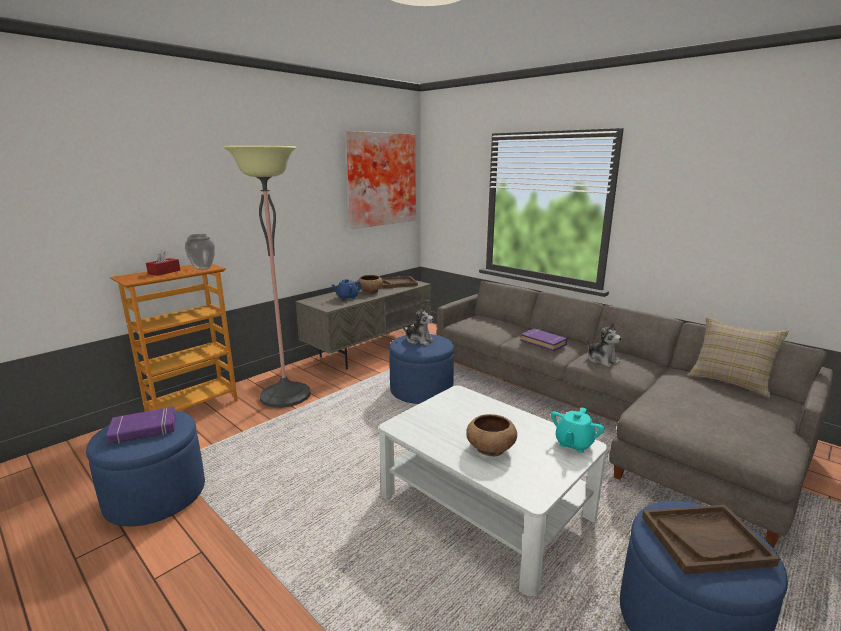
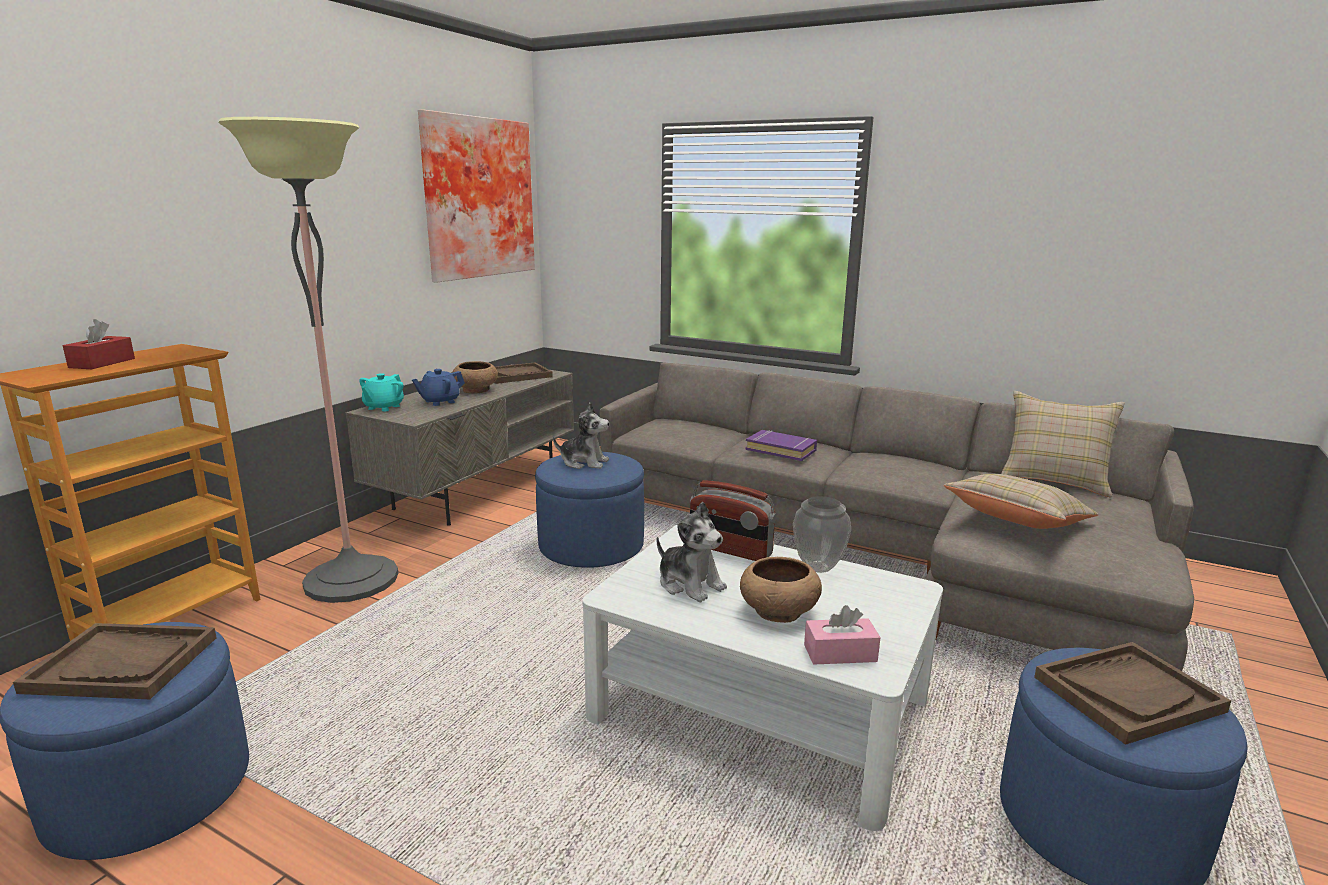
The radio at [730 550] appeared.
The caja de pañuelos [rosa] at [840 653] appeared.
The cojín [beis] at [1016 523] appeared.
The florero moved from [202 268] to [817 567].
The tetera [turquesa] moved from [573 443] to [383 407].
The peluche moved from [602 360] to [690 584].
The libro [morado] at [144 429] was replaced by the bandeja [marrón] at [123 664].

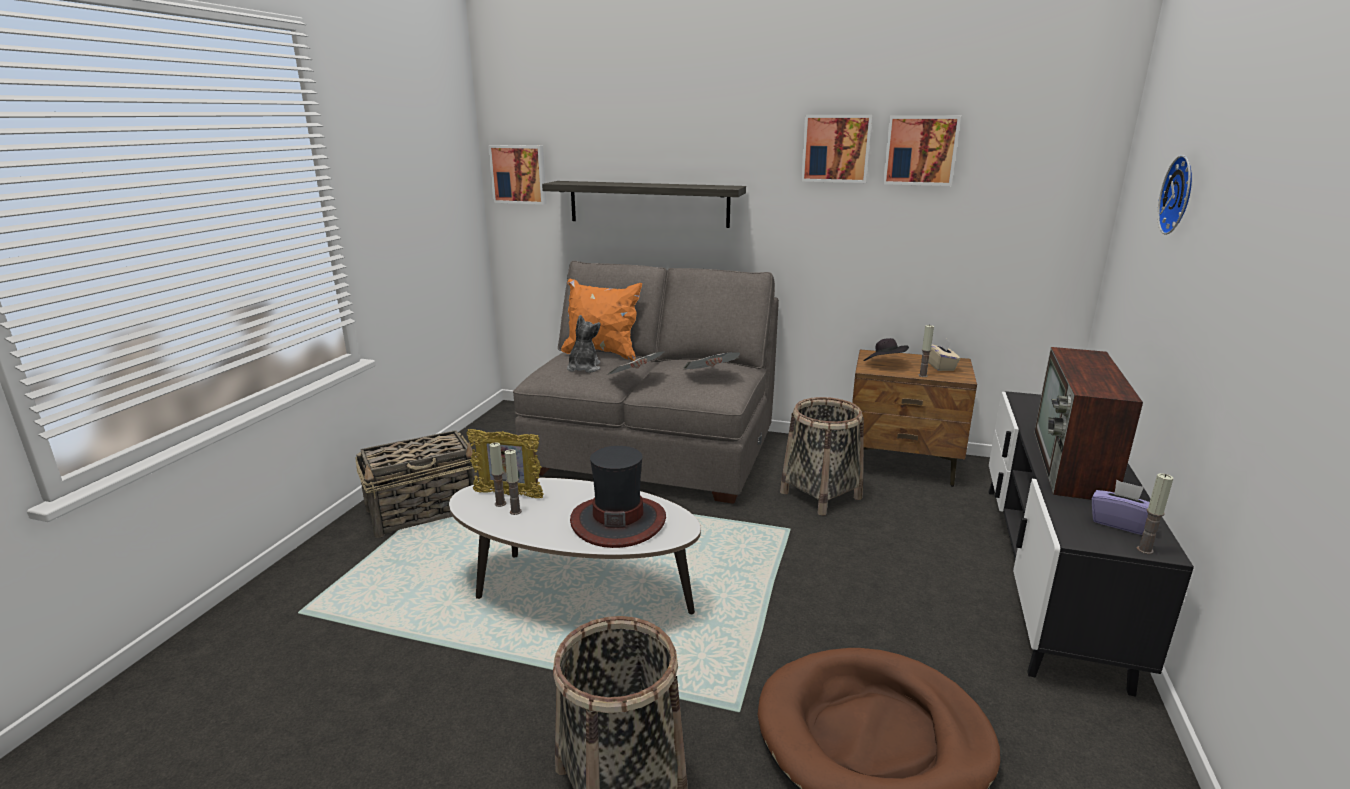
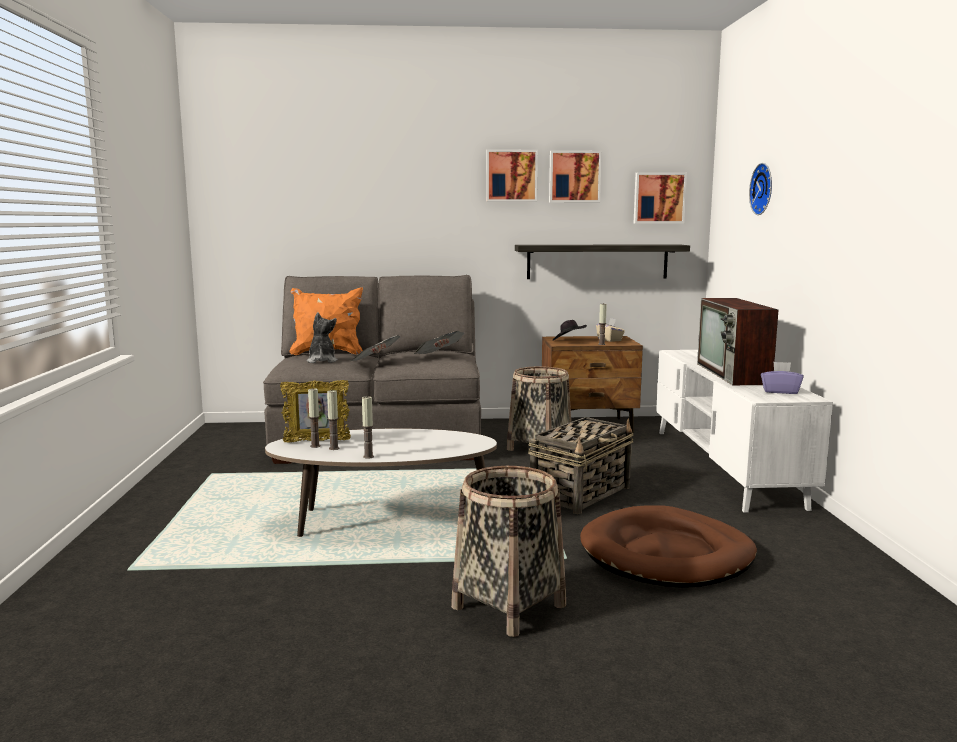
The sombrero at [618 521] disappeared.
The cesta moved from [425 510] to [581 493].
The cuadro moved from [519 174] to [659 198].
The estante moved from [648 203] to [597 261].
The vela moved from [1145 550] to [368 456].
The mueble de televisión [negro] at [1047 572] became the mueble de televisión [blanco] at [724 466].

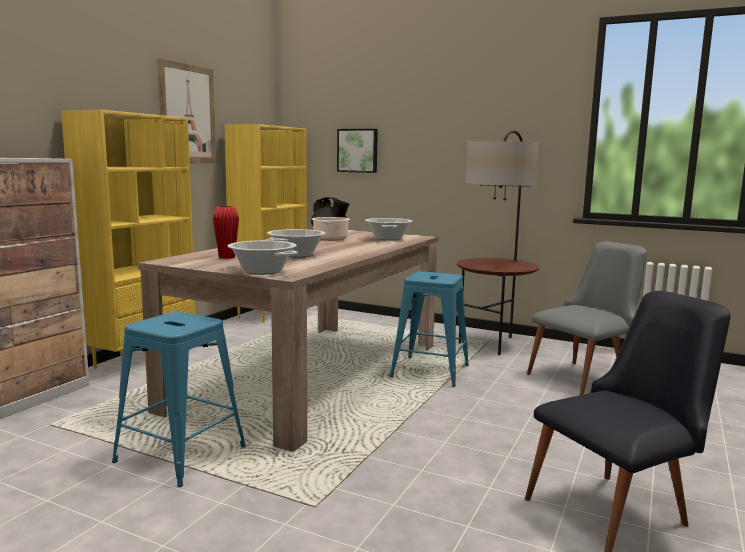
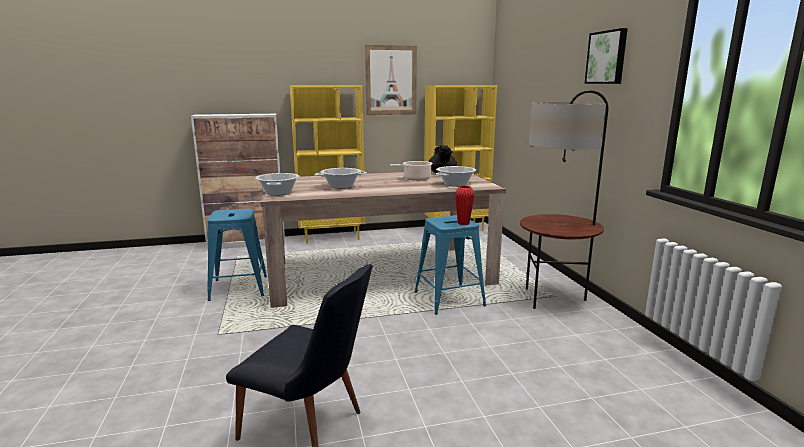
The silla [gris] at [584 376] disappeared.
The florero [rojo] moved from [227 257] to [463 223].
The cuadro moved from [358 150] to [607 57].

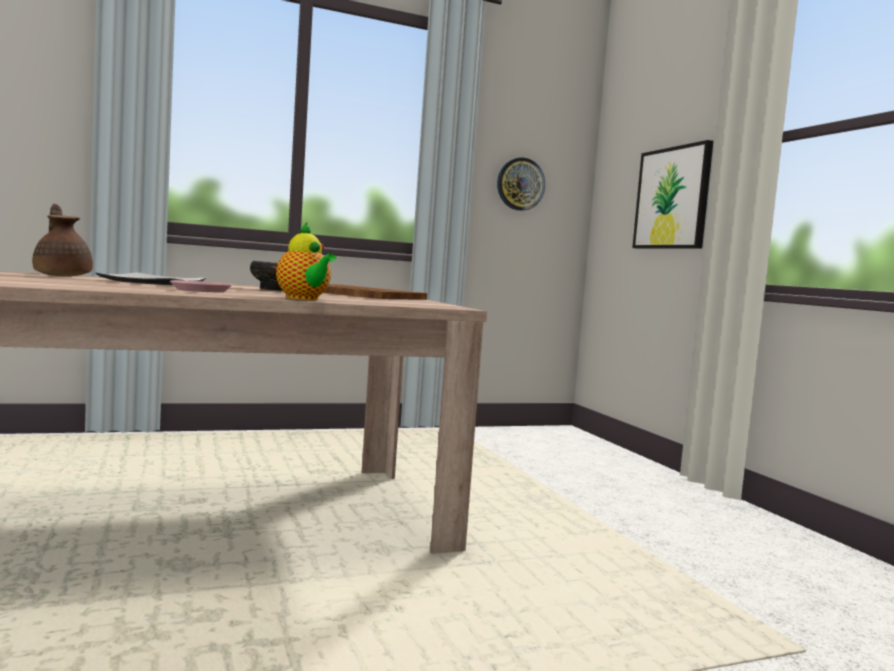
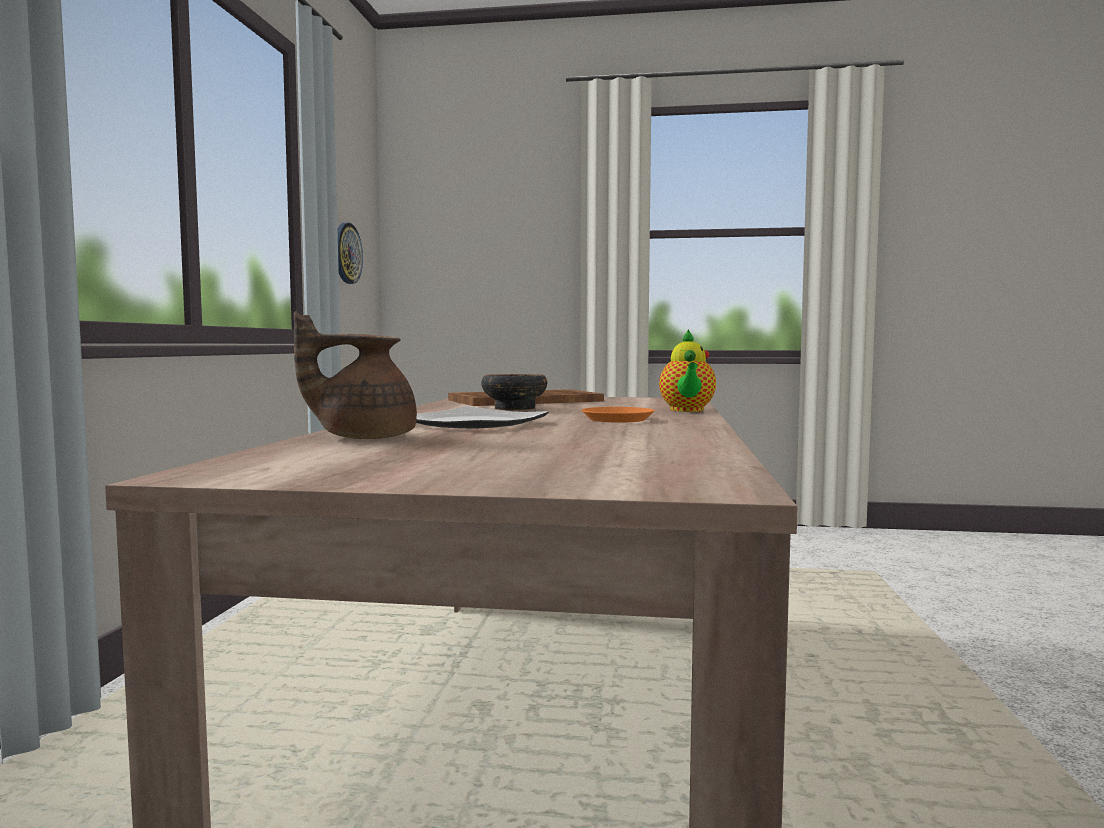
The cuadro at [672 198] disappeared.
The plato [rosa] at [201 290] became the plato [naranja] at [617 419].
The tetera at [304 299] turned 105 degrees clockwise.

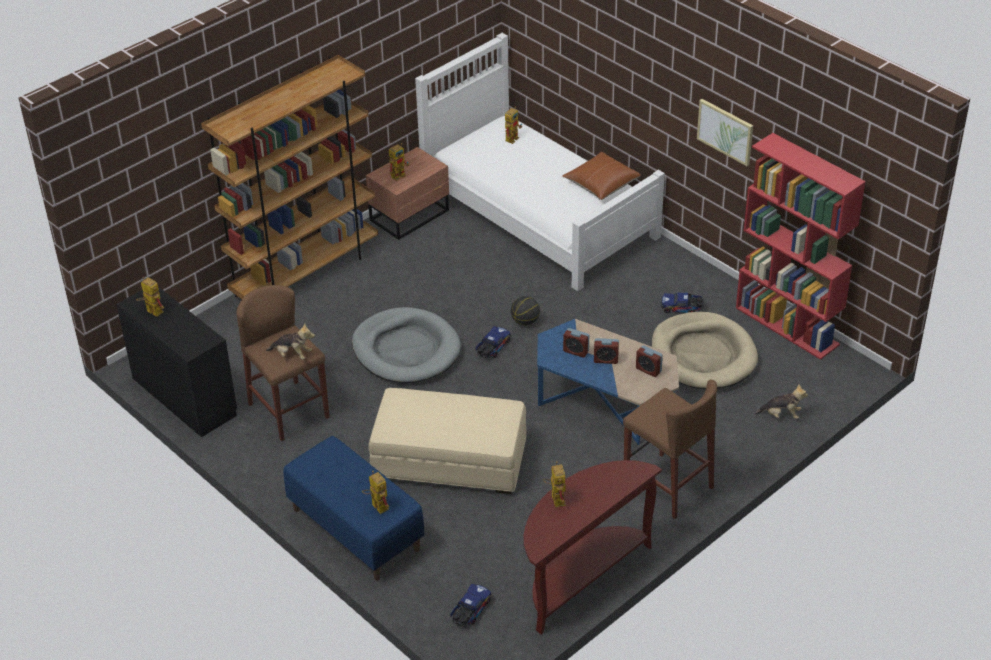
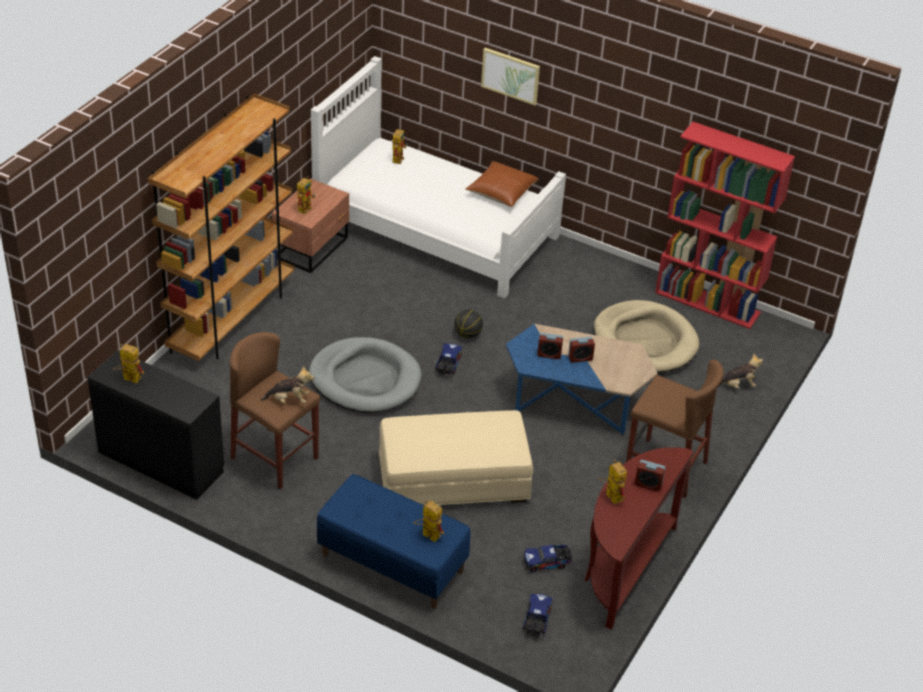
The despertador moved from [648 370] to [648 484].
The camión de juguete moved from [682 308] to [548 562].
The cuadro moved from [725 131] to [510 75].

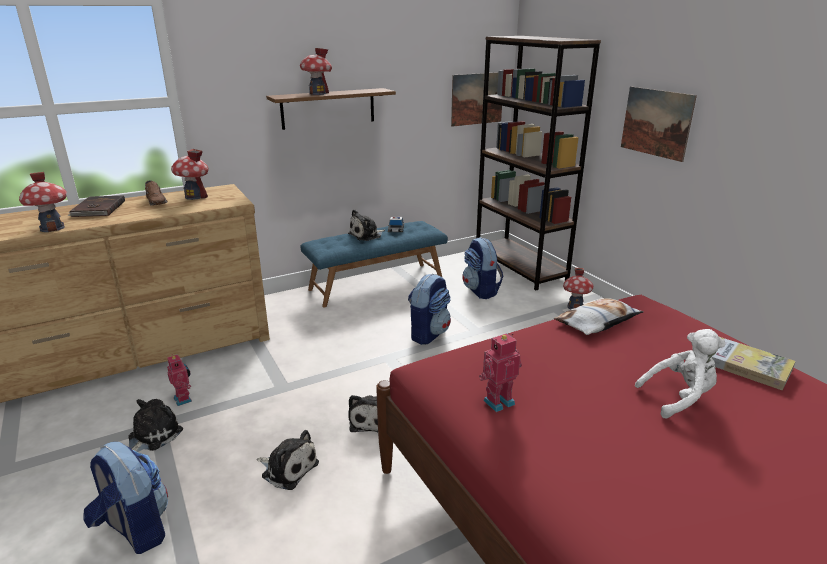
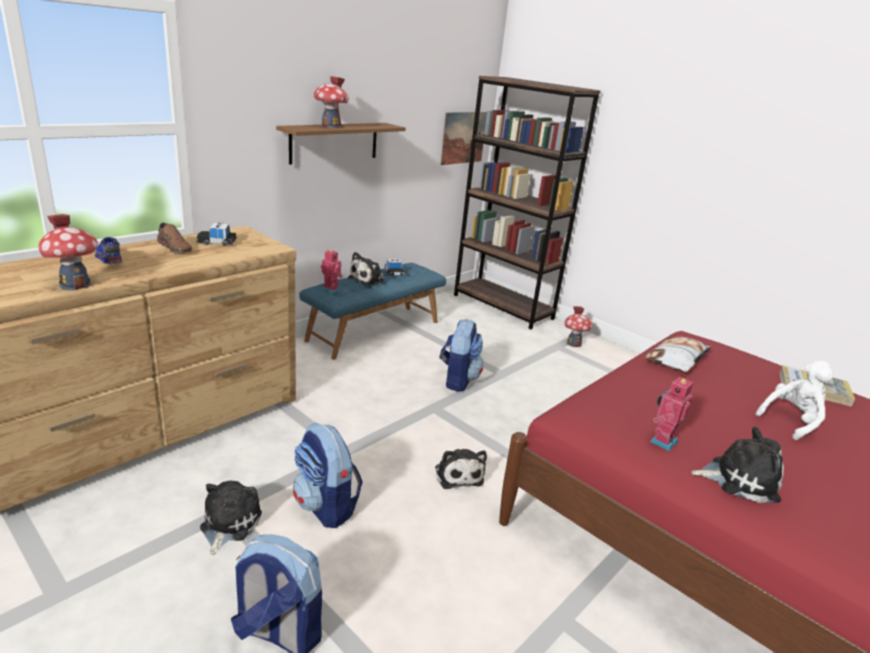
The cuadro at [656 123] disappeared.
The robot de juguete moved from [184 399] to [331 290].
The peluche moved from [288 468] to [739 479].
The mochila moved from [481 291] to [326 506].
The libro [marrón] at [98 209] was replaced by the zapato [azul] at [108 258].
The casita at [194 196] was replaced by the coche de juguete at [216 241].

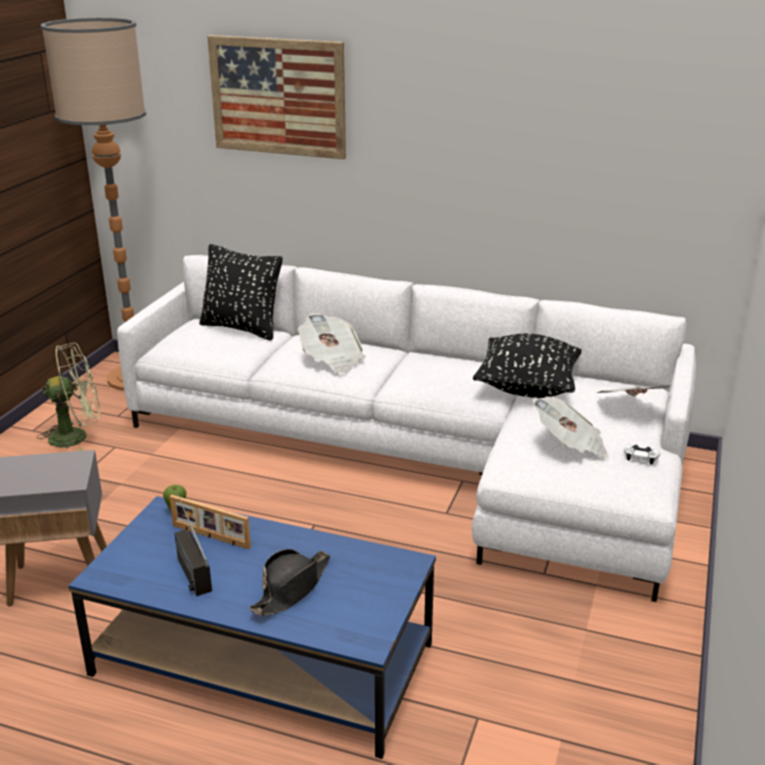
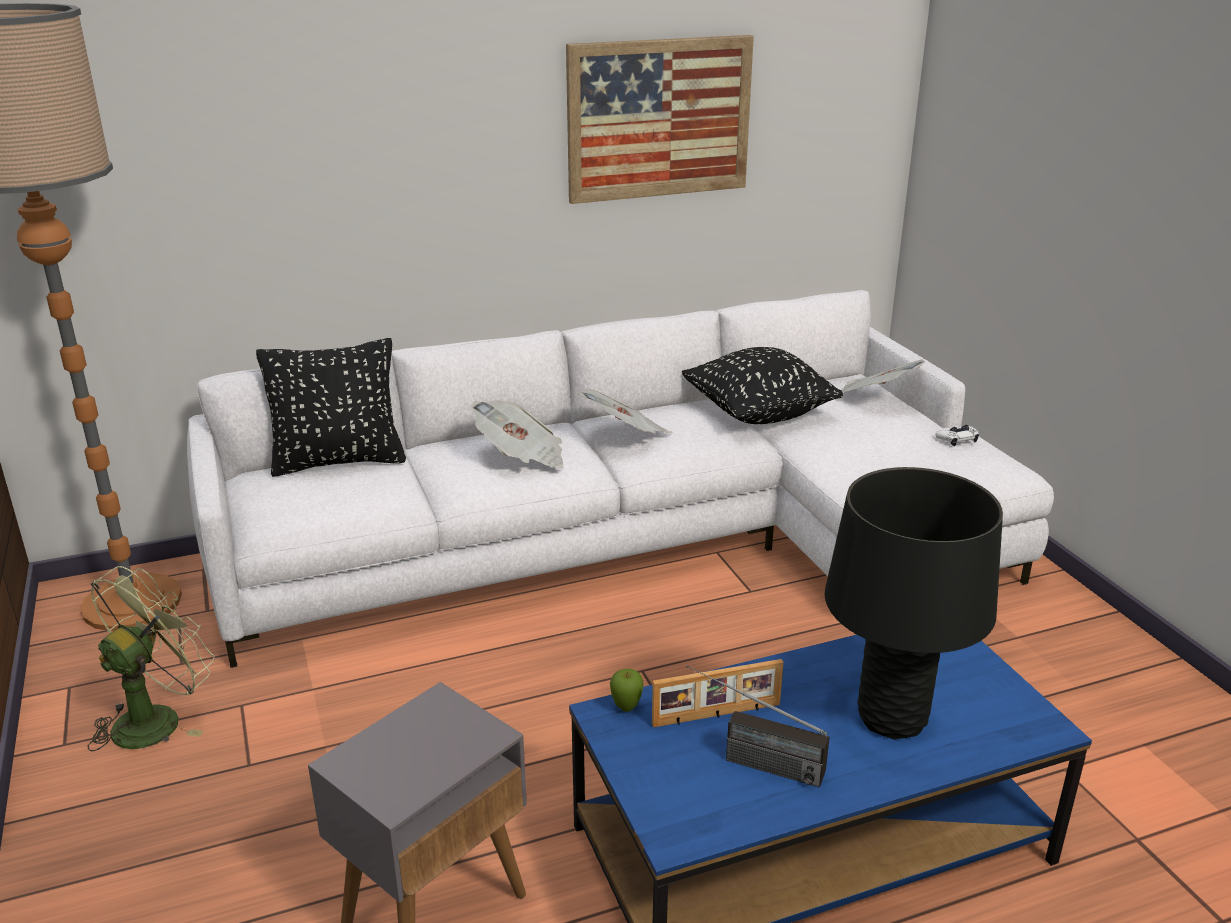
The cuadro moved from [278 97] to [659 119].
The periódico moved from [570 445] to [625 435].
The sombrero [negro] at [292 588] was replaced by the lámpara de mesa [negro] at [892 719].

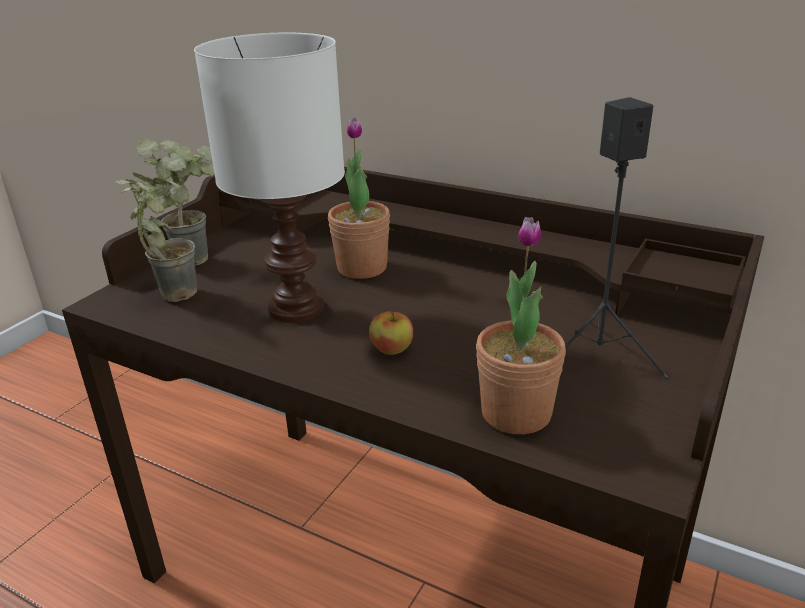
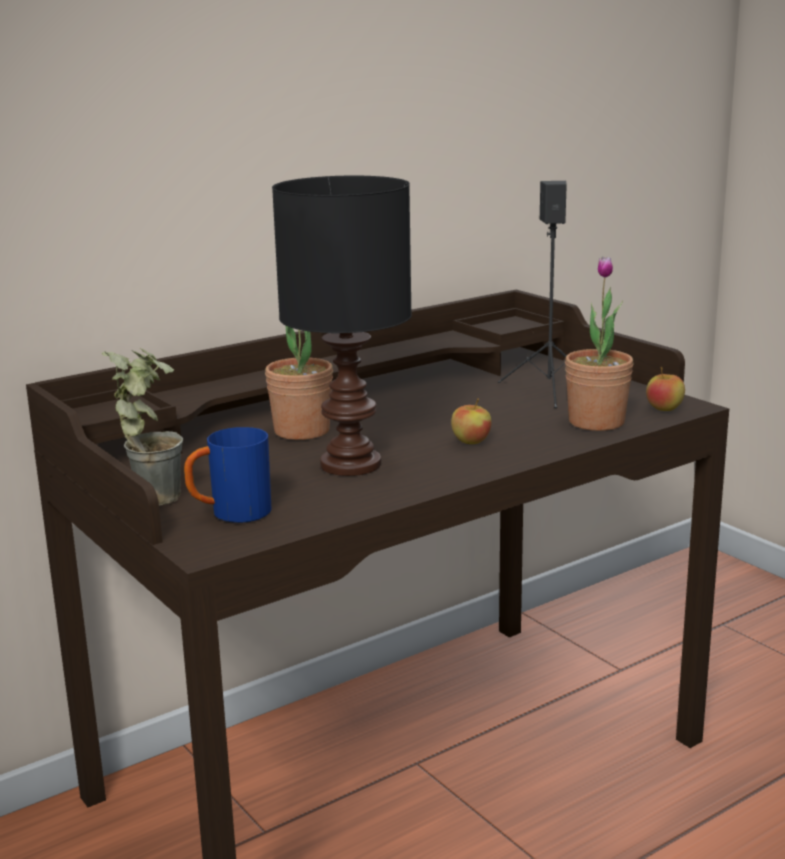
The manzana at [664 409] appeared.
The planta en maceta at [169 292] was replaced by the taza grande [azul] at [230 514].
The lámpara de mesa [blanco] at [293 309] became the lámpara de mesa [negro] at [350 465].

